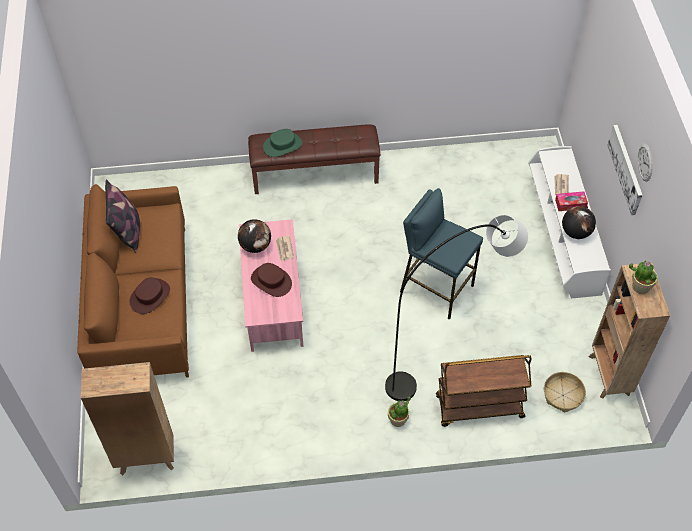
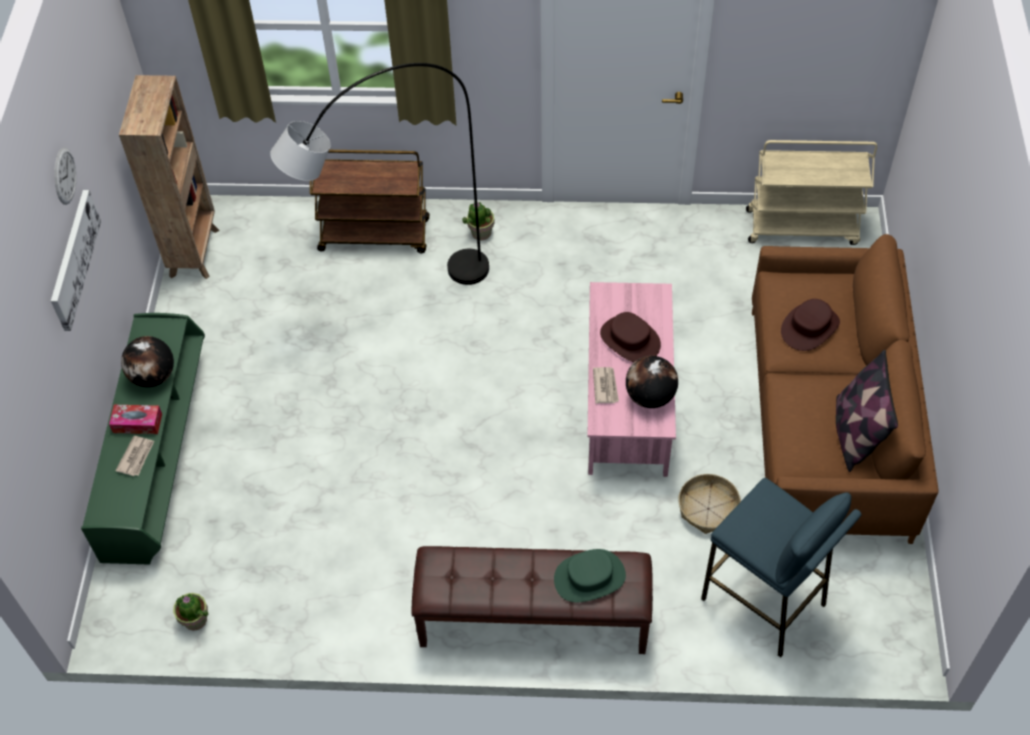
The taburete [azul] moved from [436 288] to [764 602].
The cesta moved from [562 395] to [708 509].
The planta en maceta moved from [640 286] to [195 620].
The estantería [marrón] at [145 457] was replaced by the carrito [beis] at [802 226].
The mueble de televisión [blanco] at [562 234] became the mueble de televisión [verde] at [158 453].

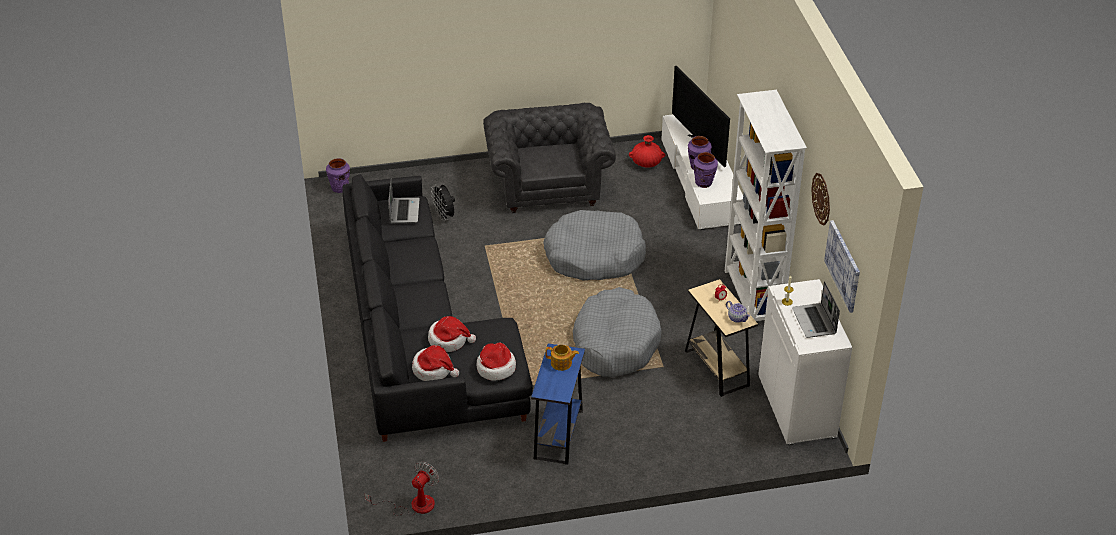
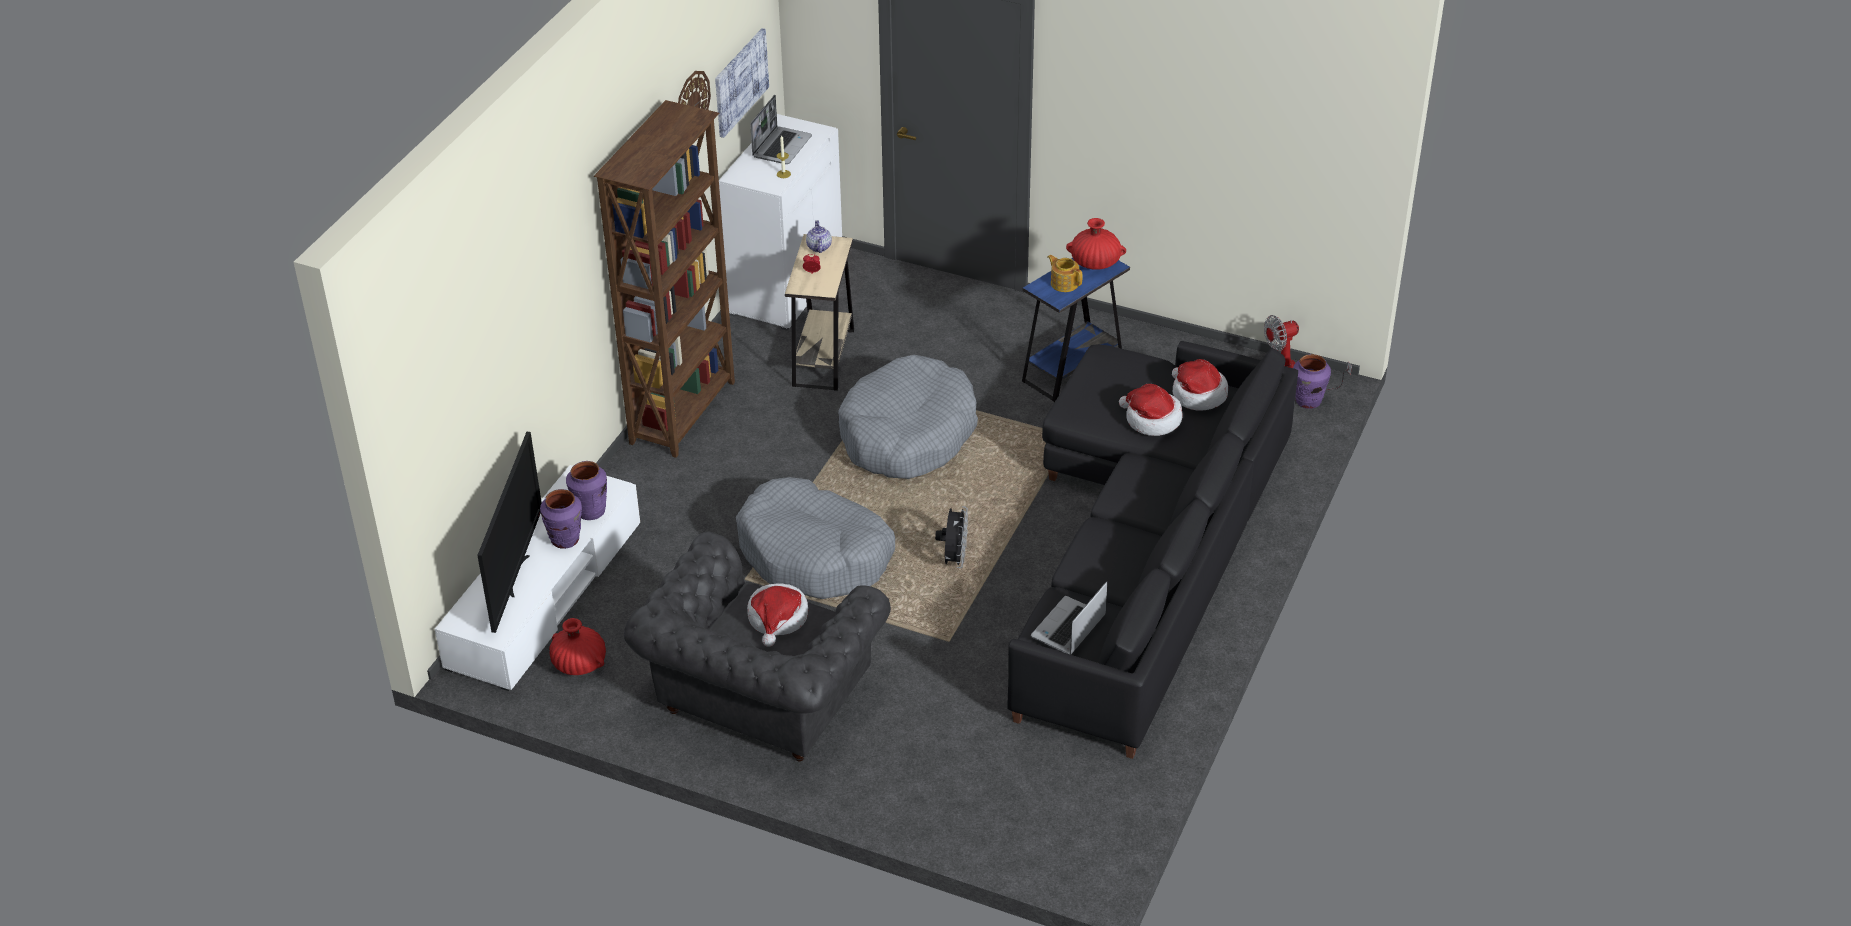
The florero [rojo] at [1095 263] appeared.
The florero [morado] moved from [340 188] to [1308 401].
The ventilador [negro] moved from [445 216] to [954 559].
The sombrero moved from [495 367] to [777 619].
The estantería [blanco] at [752 297] became the estantería [marrón] at [684 412].

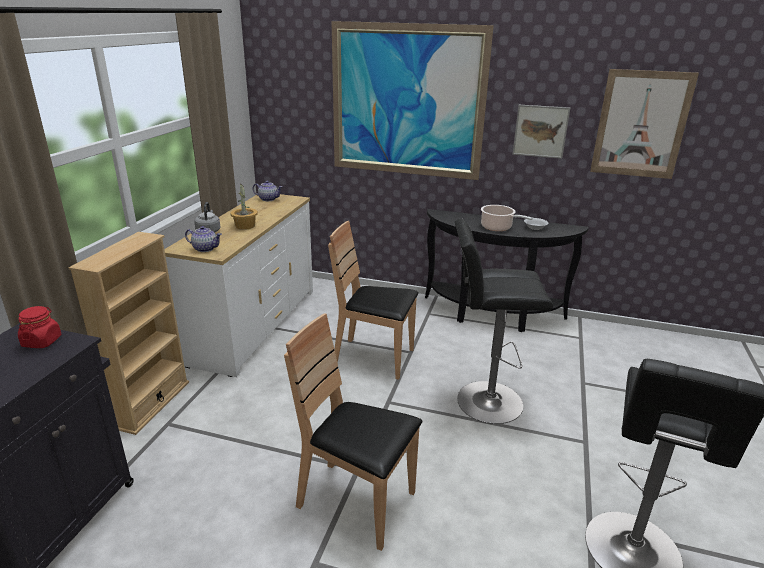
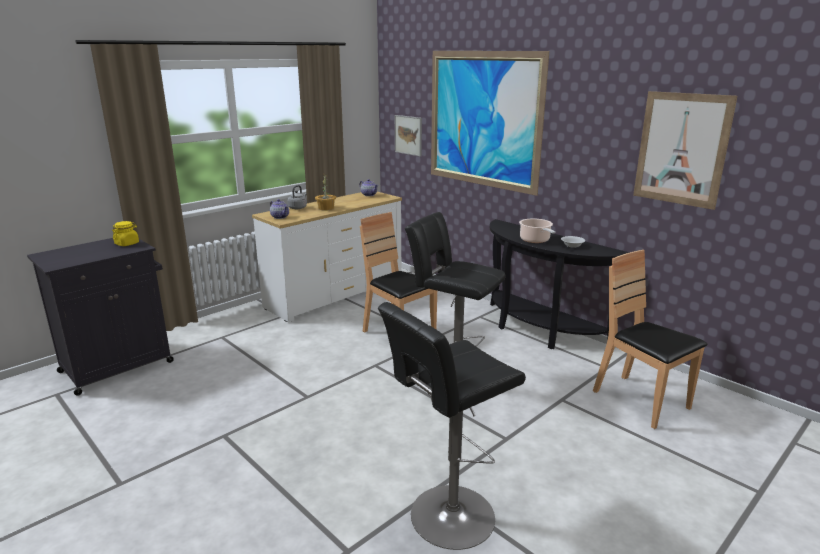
The estantería [beis] at [151 404] disappeared.
The silla [marrón] moved from [356 502] to [640 401].
The cuadro moved from [540 131] to [408 135].
The tarro [rojo] at [42 341] became the tarro [amarillo] at [127 244].

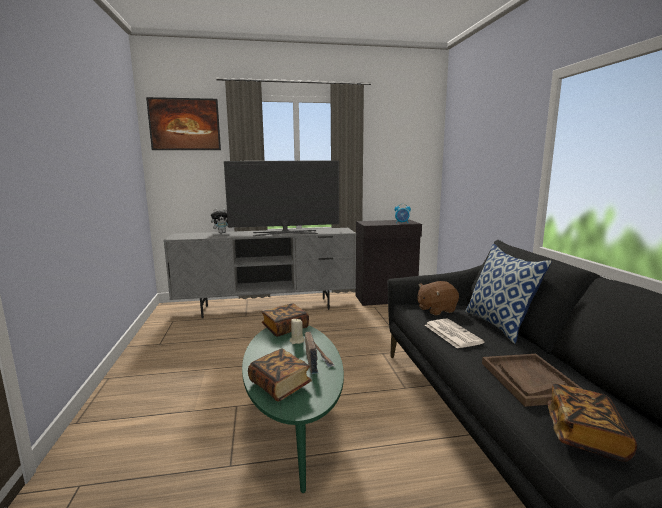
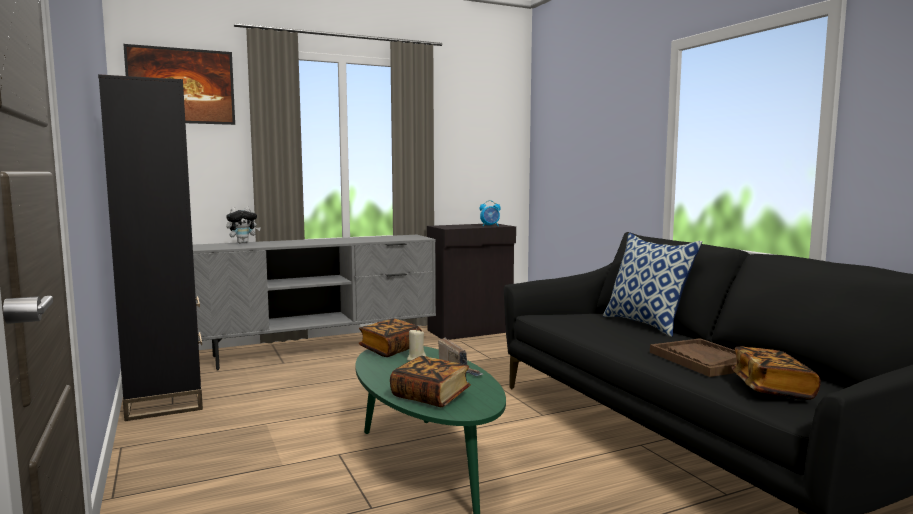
The televisor at [285 233] disappeared.
The peluche [marrón] at [436 310] disappeared.
The periódico at [451 333] disappeared.
The estantería [negro] at [165 398] appeared.

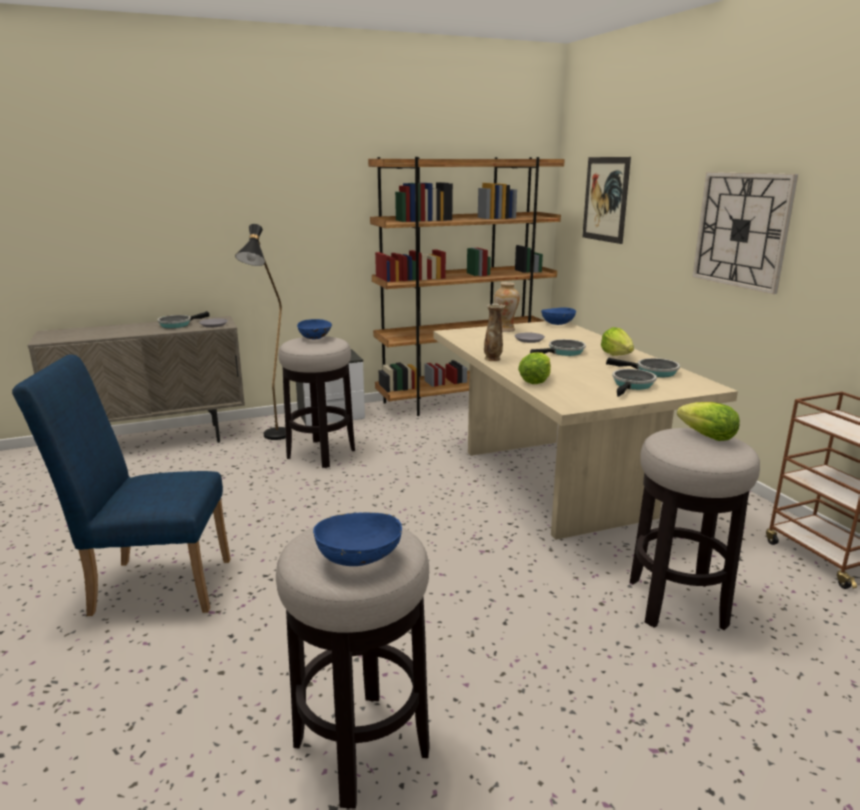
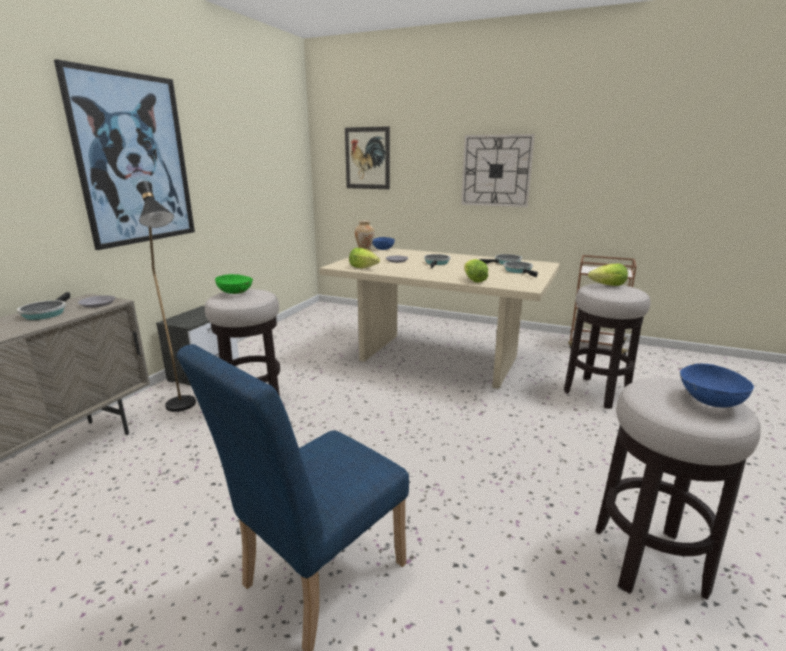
The estantería [marrón] at [464 400] disappeared.
The florero at [493 359] disappeared.
The cuadro at [134 160] appeared.
The lechuga moved from [617 355] to [363 268].
The cuenco [azul] at [315 338] became the cuenco [verde] at [236 293].

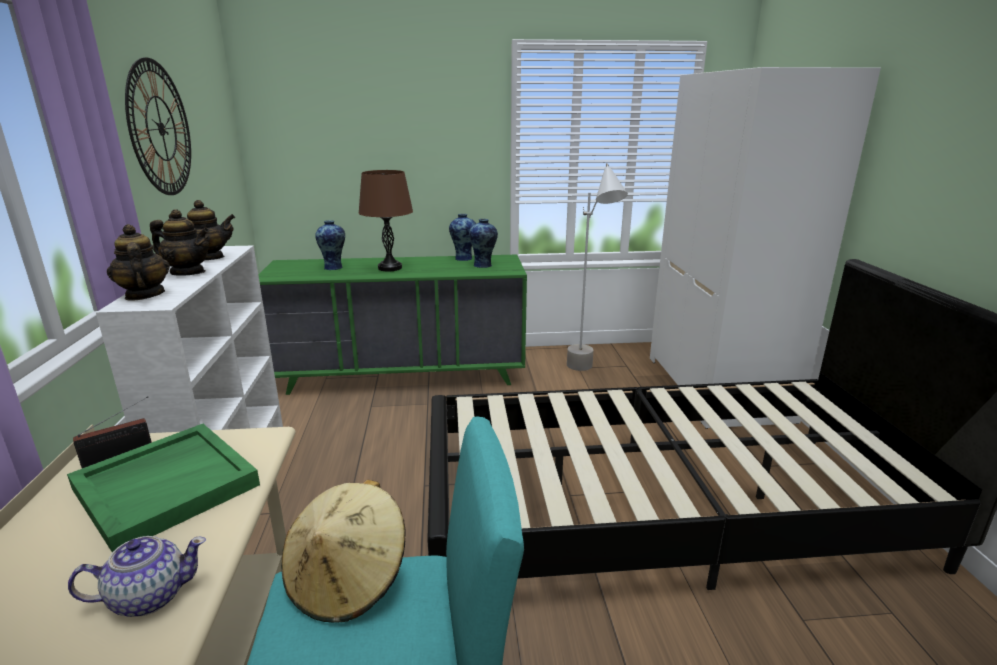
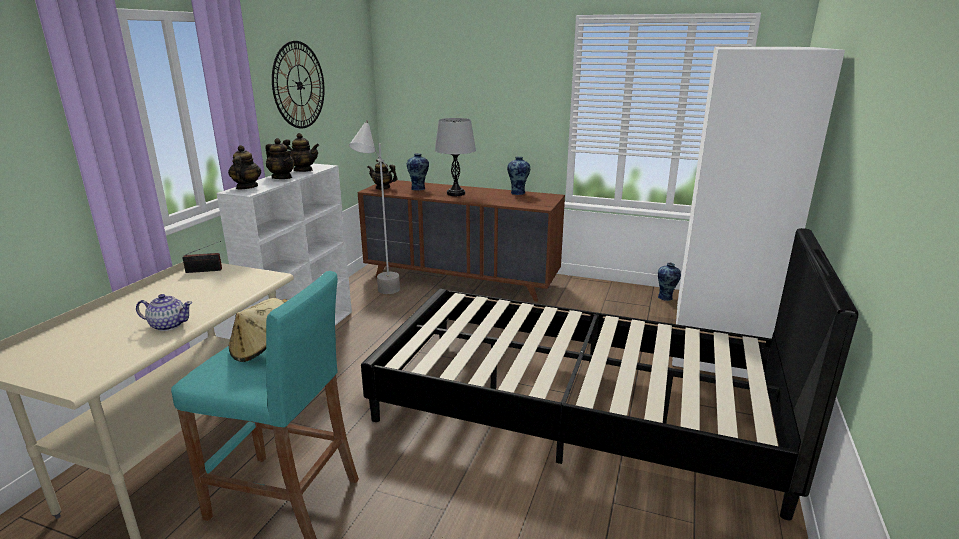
The bandeja [verde] at [167 486] disappeared.
The tetera at [383 188] appeared.
The florero moved from [483 265] to [666 297].
The lámpara de pie [gris] moved from [587 374] to [382 297].
The cómoda [verde] at [402 375] became the cómoda [marrón] at [462 280].
The lámpara de mesa [marrón] at [390 268] became the lámpara de mesa [gris] at [455 193].

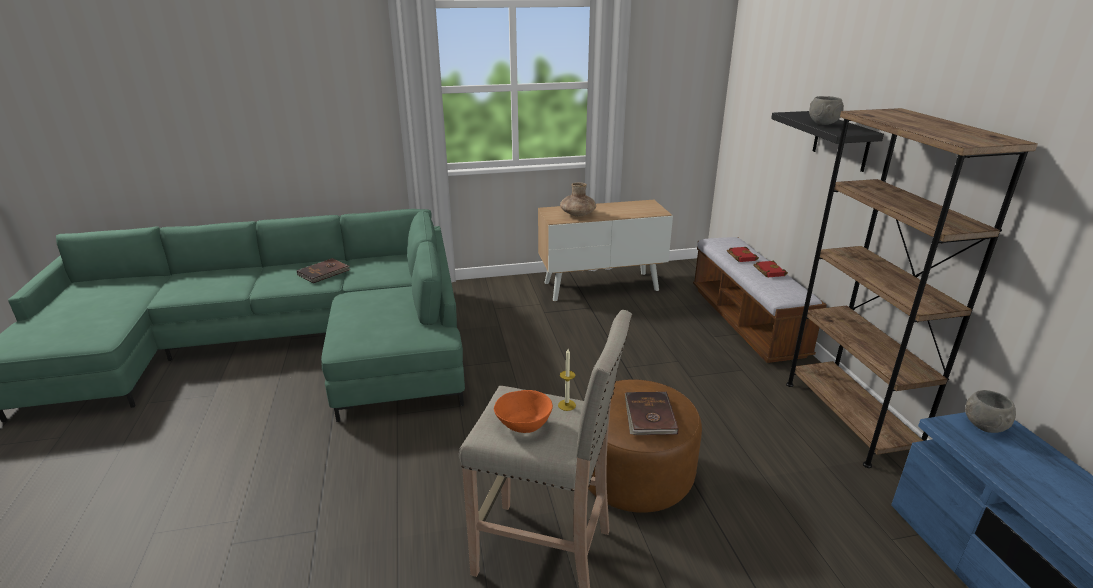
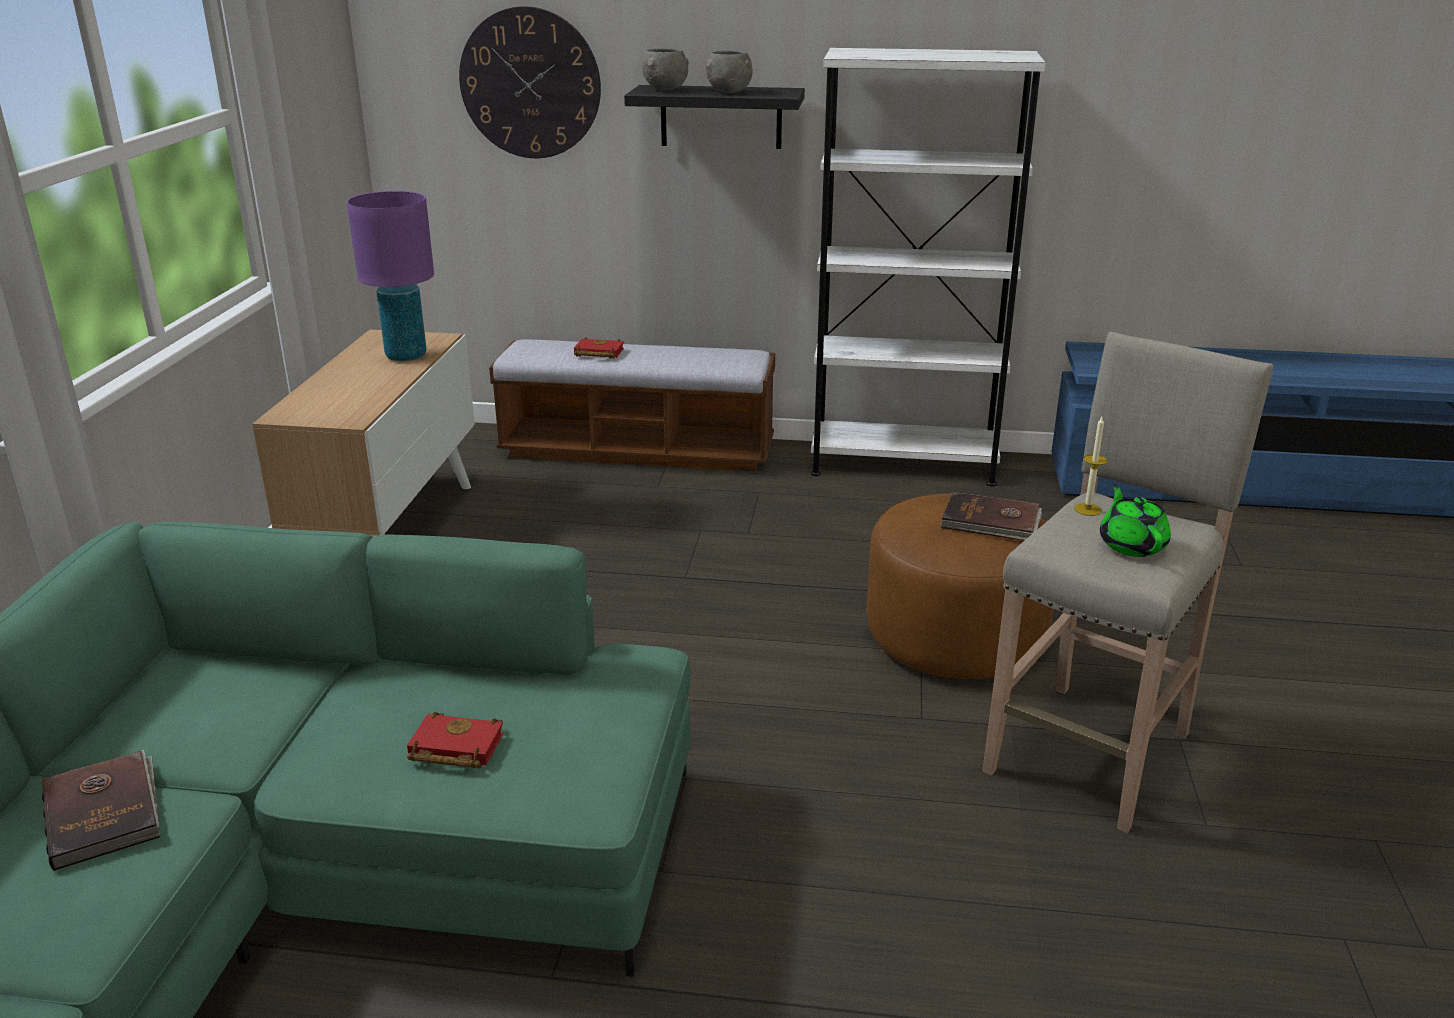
The florero [marrón] at [577 214] disappeared.
The lámpara de mesa [morado] at [406 356] appeared.
The reloj de pared at [530 83] appeared.
The libro [rojo] moved from [768 271] to [453 749].
The cuenco [gris] moved from [983 426] to [664 90].
The cuenco [naranja] at [524 424] was replaced by the tetera [verde] at [1132 545].
The estantería [marrón] at [848 418] became the estantería [blanco] at [903 464].

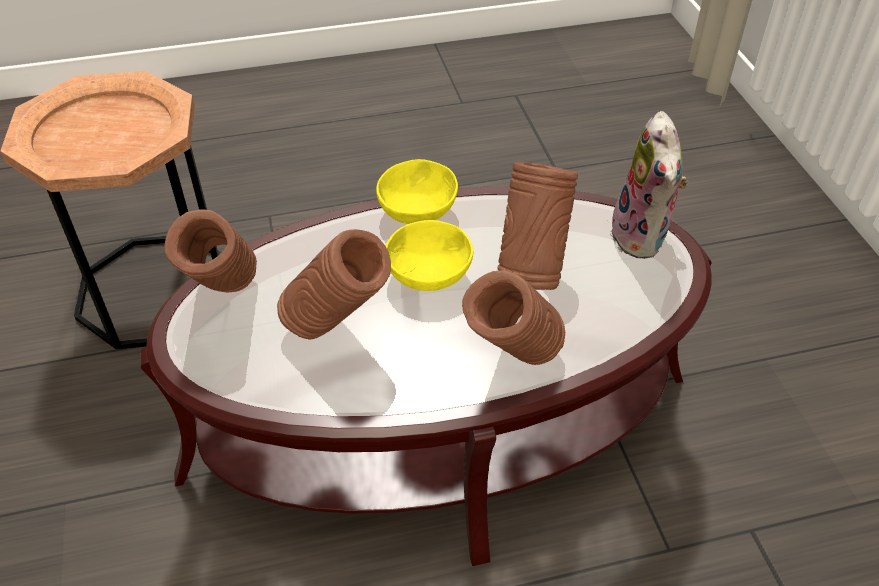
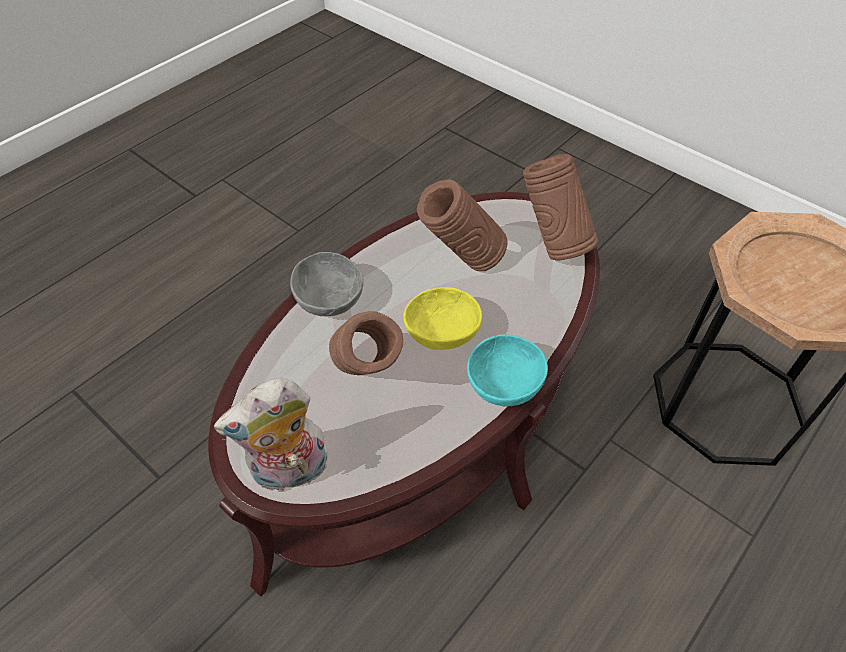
The florero [marrón] at [513 364] was replaced by the cuenco [gris] at [331 299].
The cuenco [amarillo] at [419 212] became the cuenco [turquesa] at [502 385].
The peluche at [643 237] turned 75 degrees counterclockwise.

